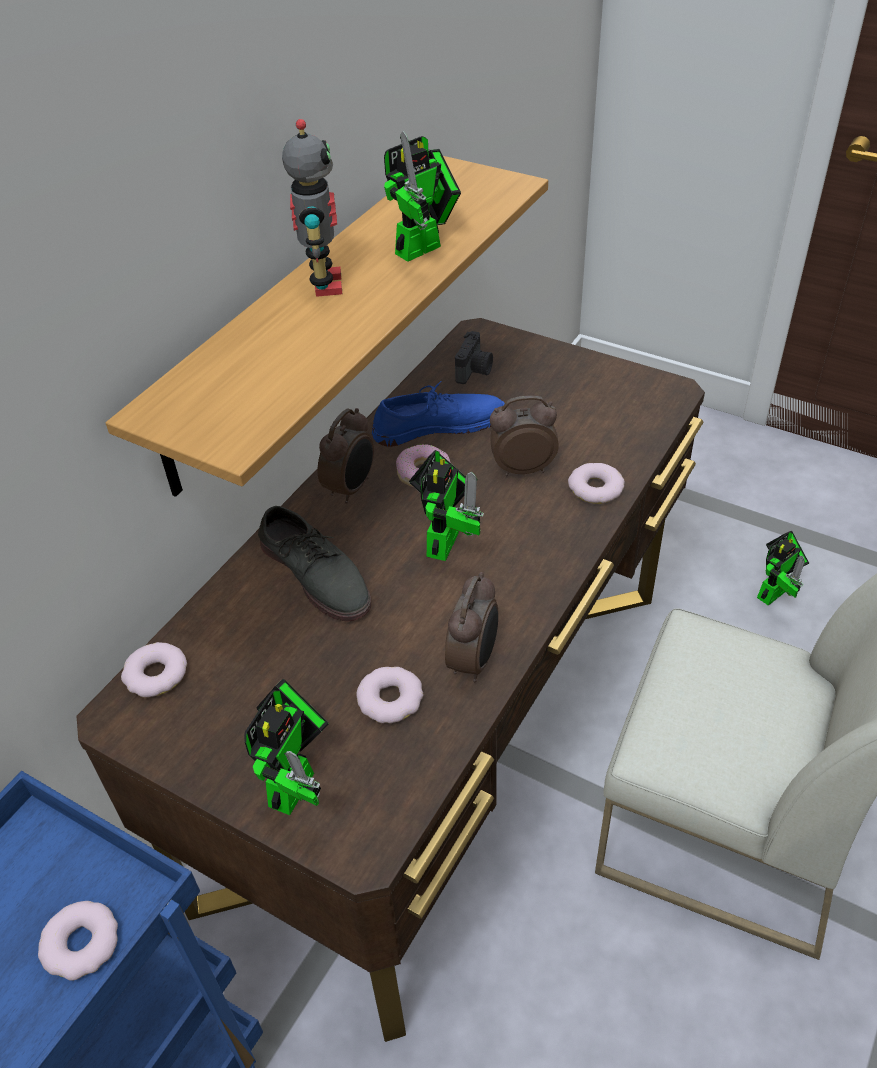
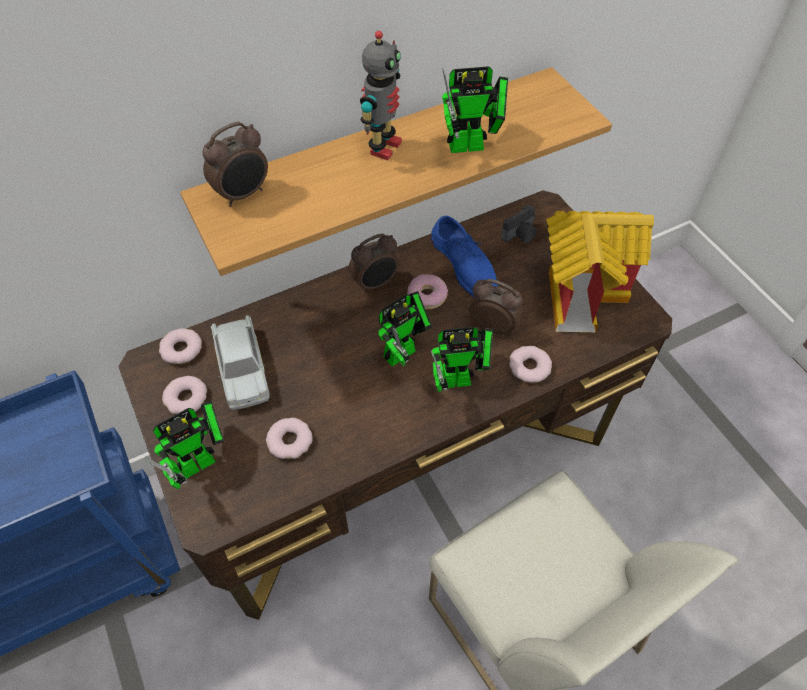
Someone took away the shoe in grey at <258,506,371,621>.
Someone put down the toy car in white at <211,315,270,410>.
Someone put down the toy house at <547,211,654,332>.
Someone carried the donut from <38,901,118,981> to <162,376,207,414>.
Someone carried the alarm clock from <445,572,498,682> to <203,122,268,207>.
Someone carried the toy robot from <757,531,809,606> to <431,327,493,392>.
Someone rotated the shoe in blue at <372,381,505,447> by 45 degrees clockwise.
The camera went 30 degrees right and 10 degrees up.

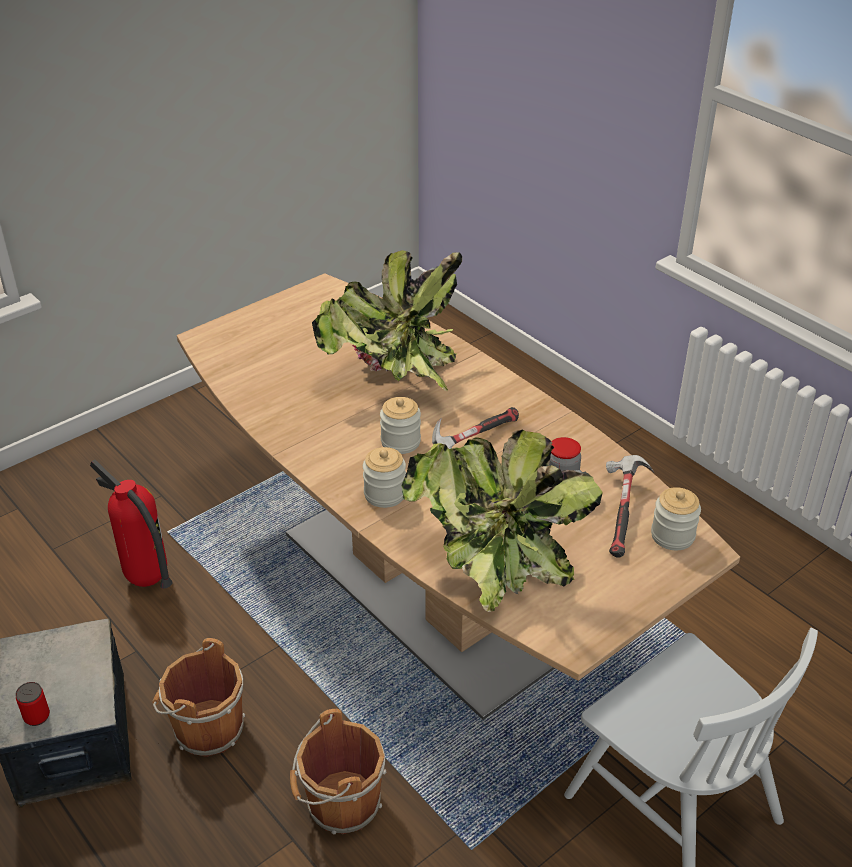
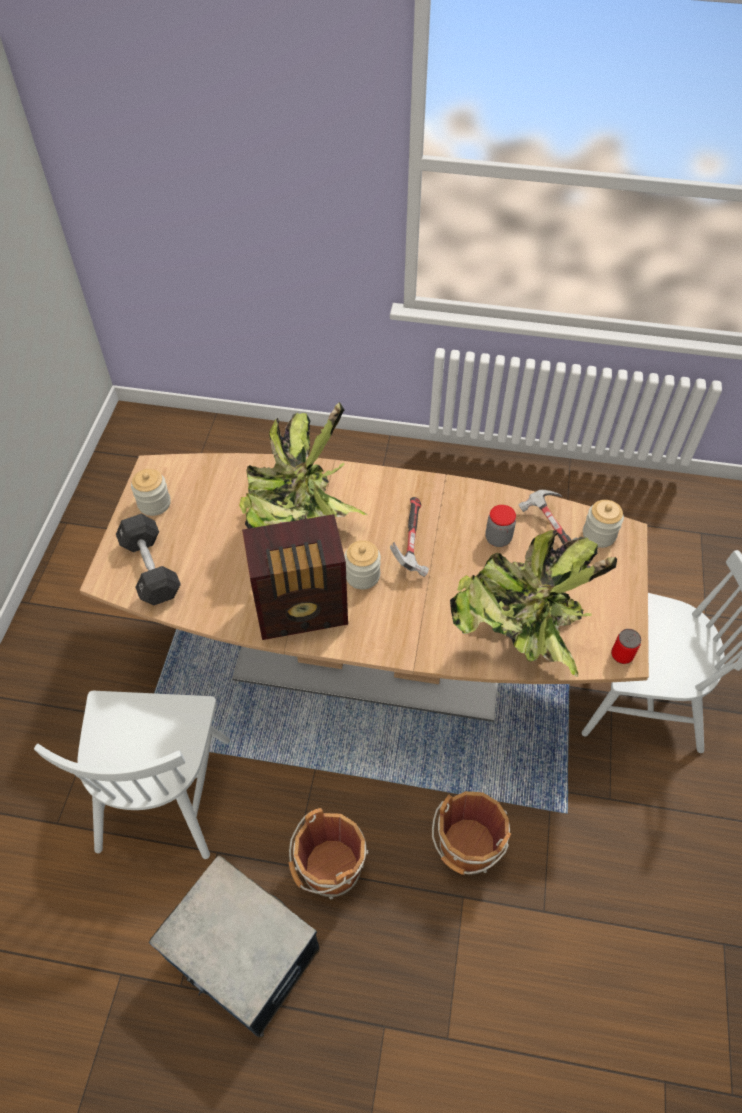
Someone put down the dumbbell in black at <116,513,181,605>.
Someone put down the radio at <242,514,348,640>.
Someone carried the can from <16,682,50,726> to <611,629,641,664>.
Someone carried the jar from <363,447,406,508> to <131,469,171,516>.
Someone swapped the fire extinguisher at <90,460,173,589> for the chair in white at <34,691,230,859>.
The camera went 40 degrees left and 15 degrees up.

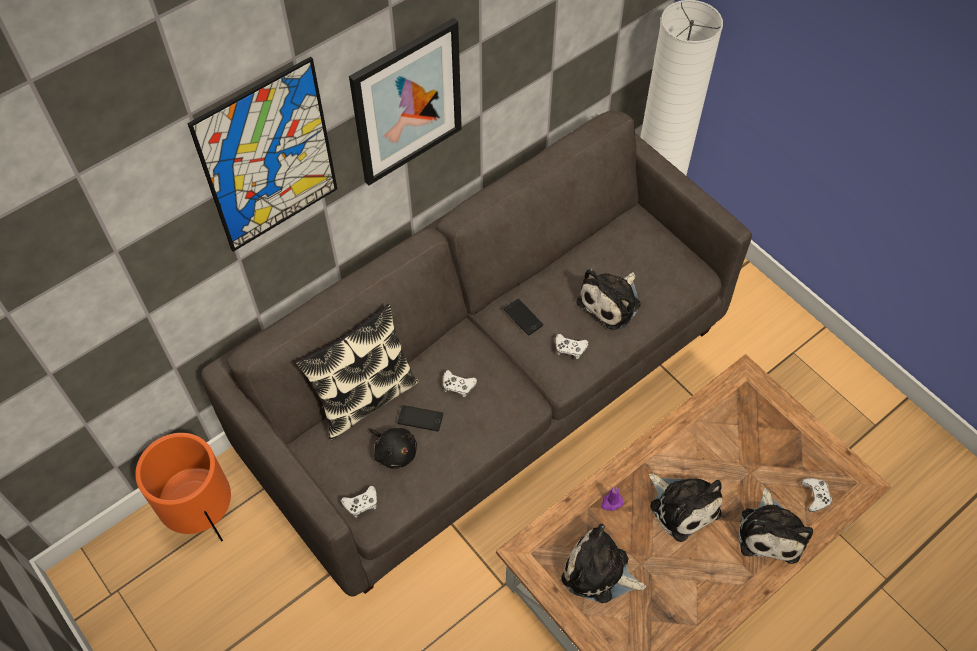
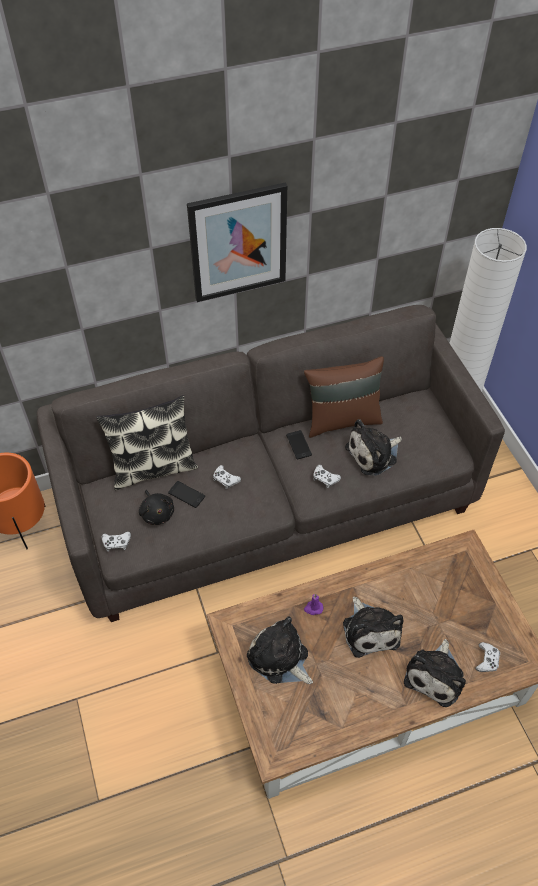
Someone took away the picture at <187,57,337,252>.
Someone put down the pillow in brown at <304,356,384,438>.
The camera went 20 degrees right and 5 degrees down.

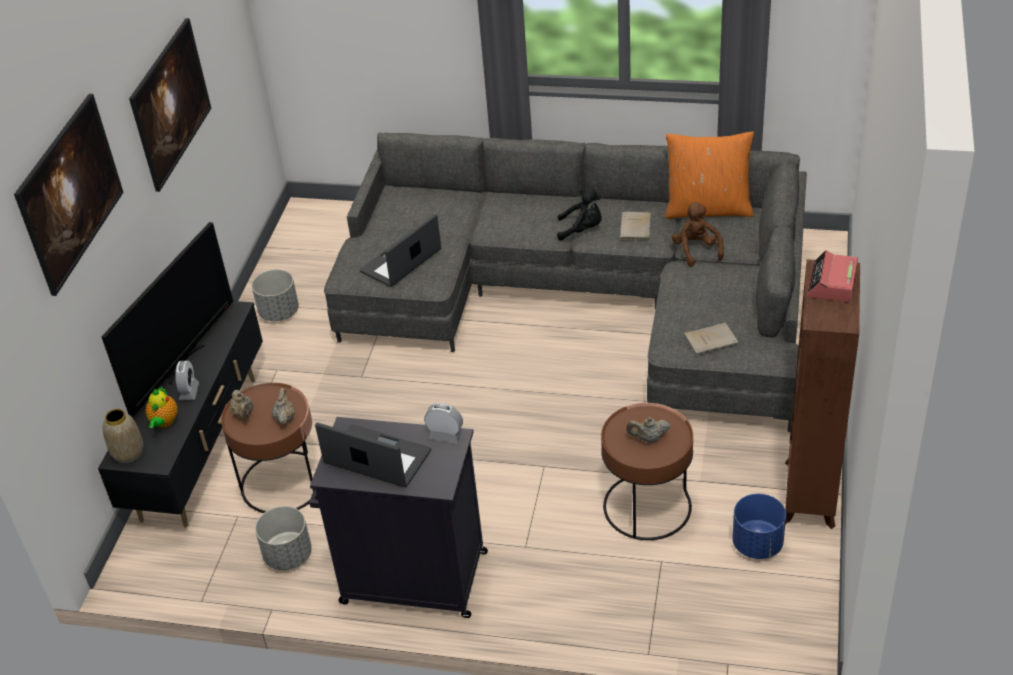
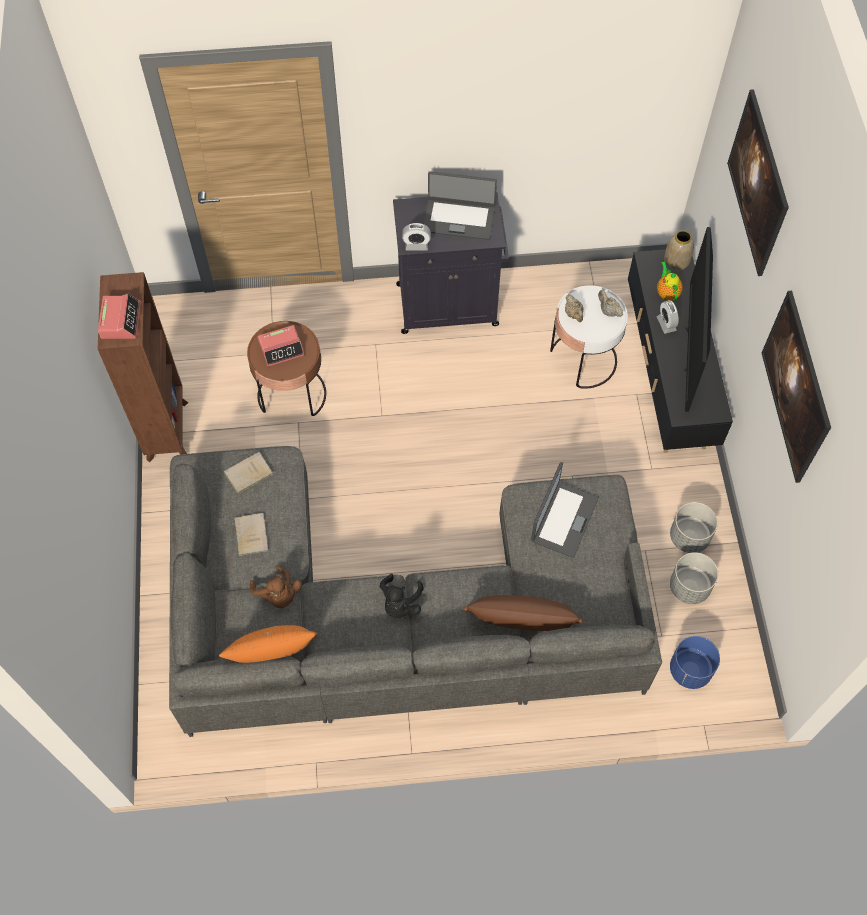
Someone put down the pillow in brown at <463,595,583,631>.
Someone carried the planter in grey from <255,506,312,570> to <670,552,718,604>.
Someone carried the book in beige from <620,212,651,241> to <234,513,269,556>.
Someone carried the planter in blue from <732,494,786,559> to <670,636,720,689>.
Someone swapped the teapot in beige at <627,417,670,443> for the alarm clock at <258,325,304,367>.
Someone repainted the side table in brown at <221,383,314,513>, which became the side table in white at <550,285,628,389>.
Someone rotated the plush toy in black at <557,187,602,240> by 60 degrees counterclockwise.
The camera went 160 degrees right and 20 degrees up.

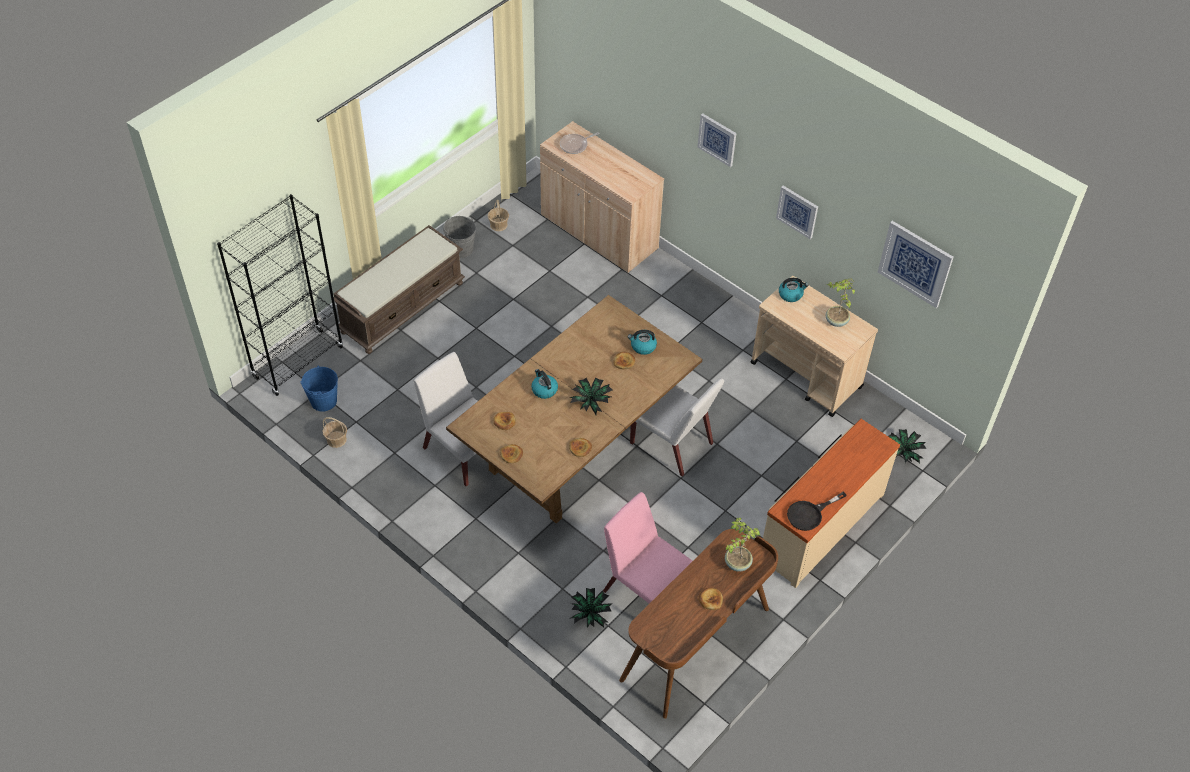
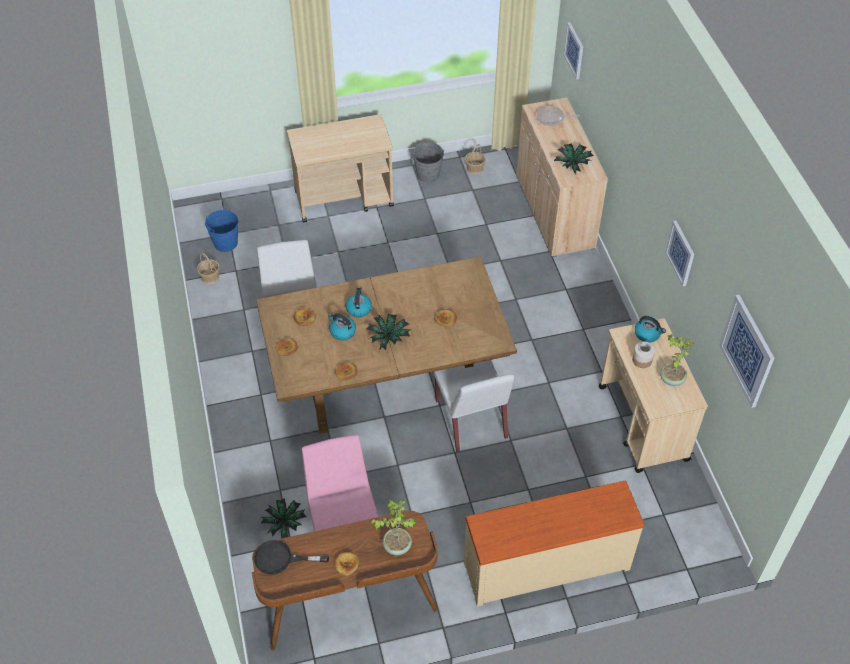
Someone took away the bookcase in black at <217,194,343,396>.
Someone put down the jar at <632,341,655,368>.
Someone carried the kettle from <627,330,657,355> to <328,313,356,340>.
Someone carried the picture from <698,113,736,167> to <563,22,583,80>.
Someone carried the frying pan in black from <787,492,847,531> to <254,540,329,575>.
Someone carried the potted plant from <888,429,926,463> to <554,143,594,174>.
Someone swapped the bench in brown at <334,225,465,354> for the cart in beige at <287,114,394,223>.
The camera went 35 degrees right and 0 degrees up.

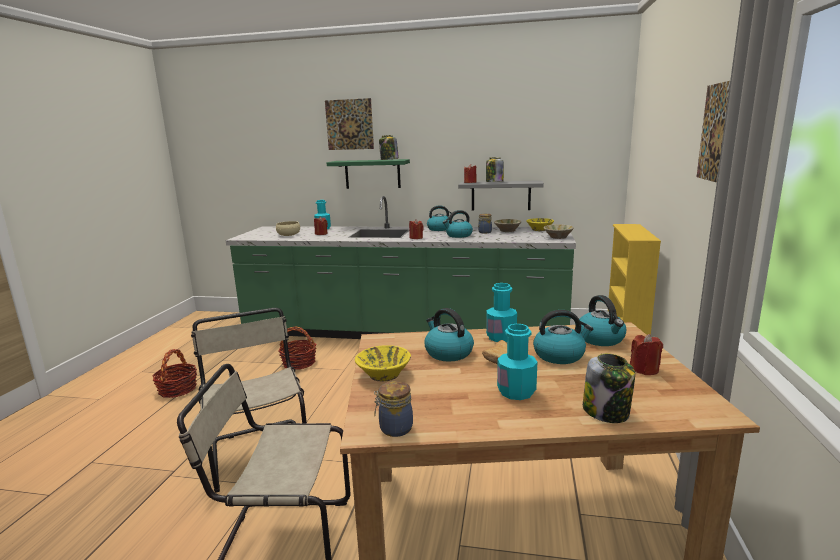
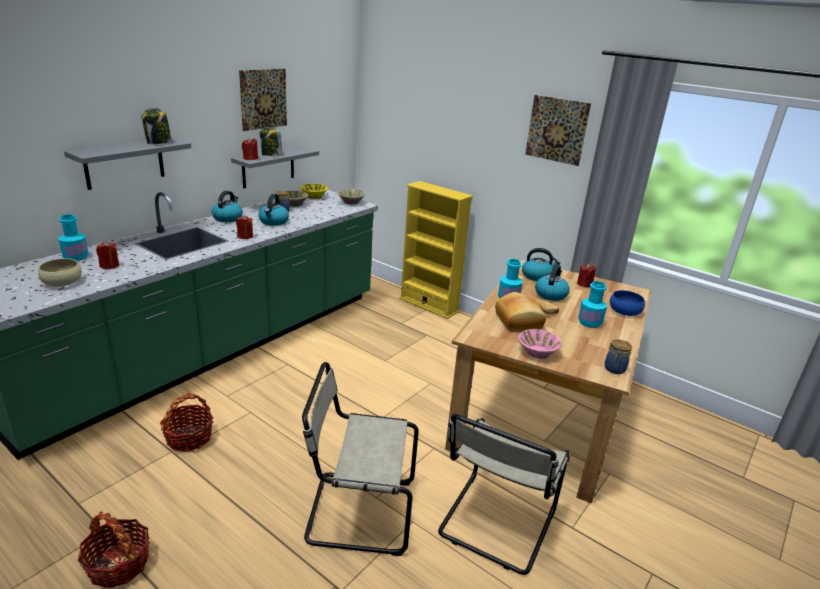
Someone carried the picture from <325,98,374,150> to <239,69,287,131>.
Someone swapped the kettle at <424,308,474,362> for the bread at <495,292,546,333>.
Someone swapped the jar at <583,353,635,423> for the bowl in blue at <610,290,645,316>.
Someone repainted the shelf in green at <327,159,410,189>, which became the shelf in grey at <64,137,191,190>.
Someone repainted the bowl in yellow at <355,345,411,381>, which became the bowl in pink at <518,329,562,359>.
The camera went 65 degrees left and 10 degrees up.

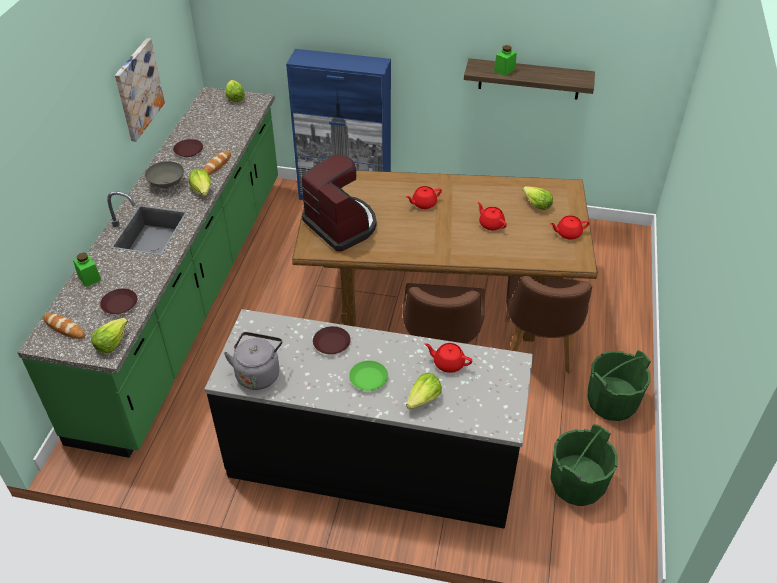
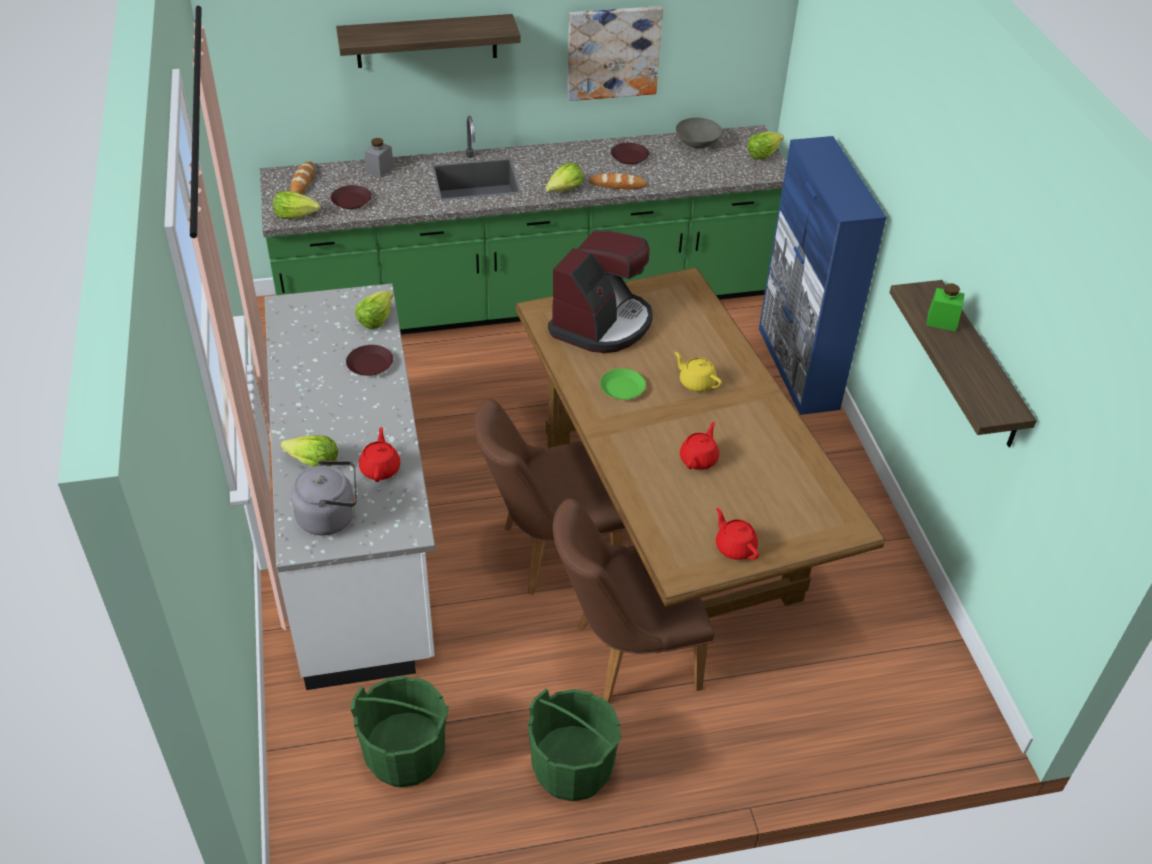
Someone put up the shelf at <336,14,521,68>.
Someone carried the bowl in grey from <145,161,184,188> to <676,118,722,149>.
Someone carried the kettle in grey from <224,332,282,390> to <291,460,357,536>.
Someone carried the plate in green from <349,360,388,391> to <600,368,646,400>.
Someone carried the lettuce from <523,186,553,210> to <355,290,393,329>.
Someone repainted the jar in green at <73,253,101,287>, which became the jar in grey at <365,138,394,178>.
Someone repainted the counter in black at <204,309,533,529>, which became the counter in white at <265,284,435,690>.
Someone repainted the teapot in red at <406,186,442,209>, which became the teapot in yellow at <674,352,722,392>.
The camera went 65 degrees right and 0 degrees up.

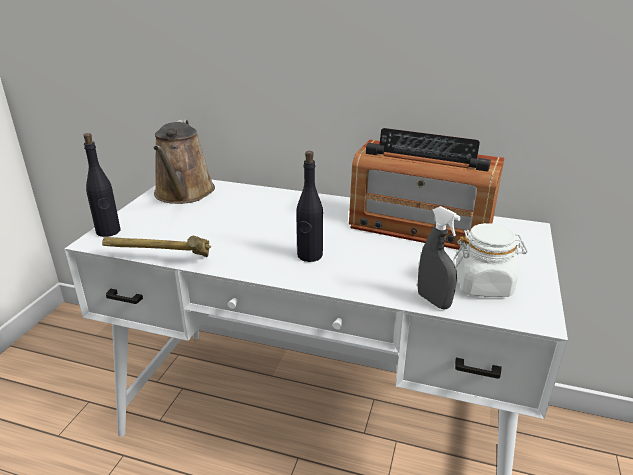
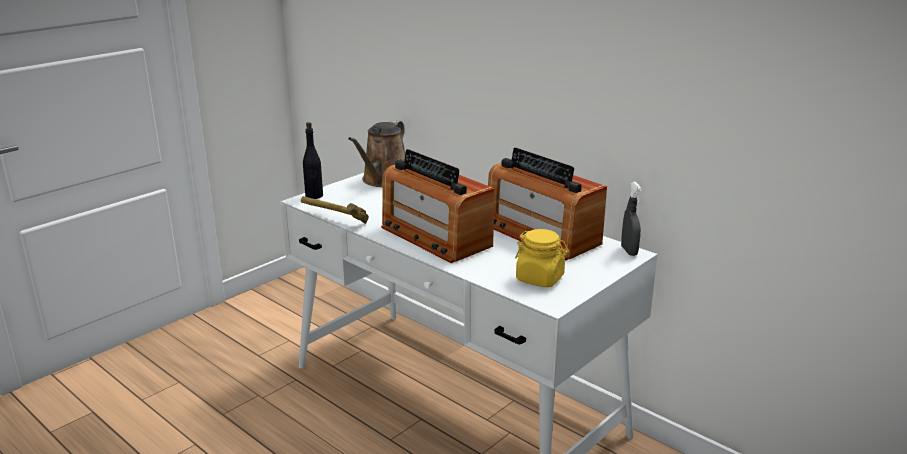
Someone carried the spray bottle in grey from <417,206,461,309> to <621,182,642,256>.
Someone swapped the bottle in black at <296,151,323,262> for the radio at <381,149,494,263>.
Someone repainted the jar in white at <453,223,528,297>, which became the jar in yellow at <515,229,569,287>.
The camera went 25 degrees right and 5 degrees down.

